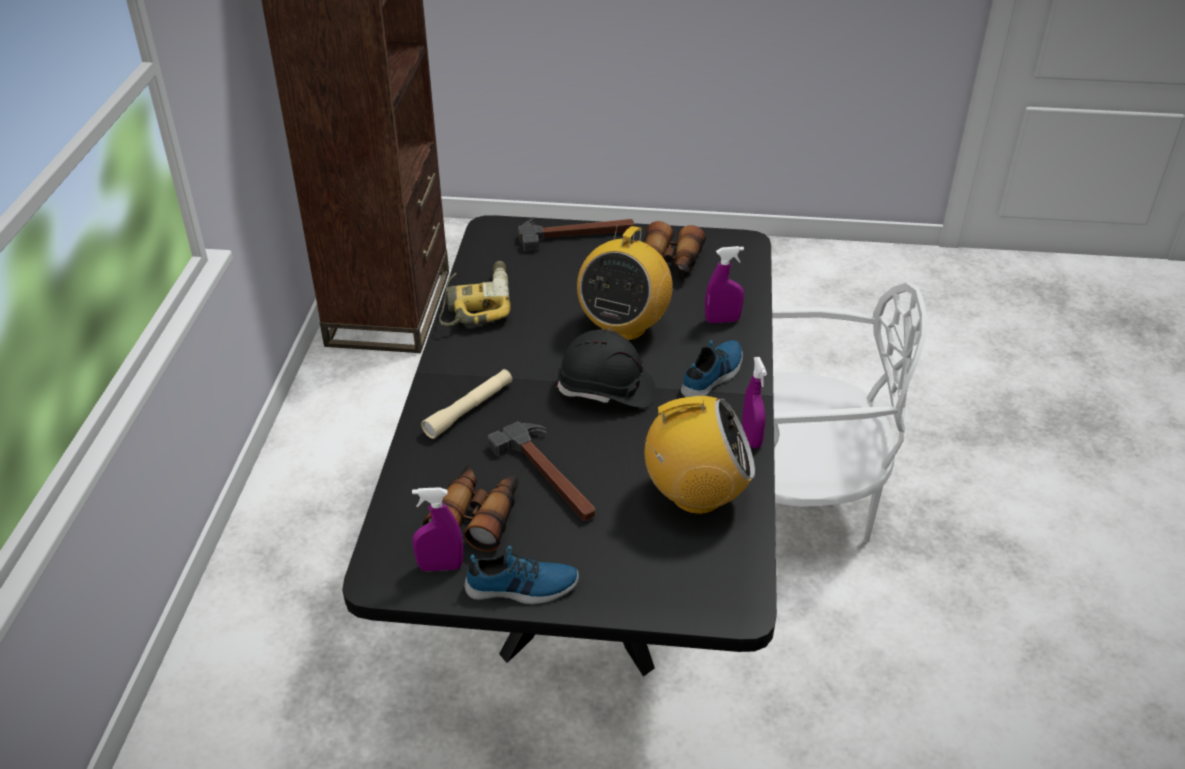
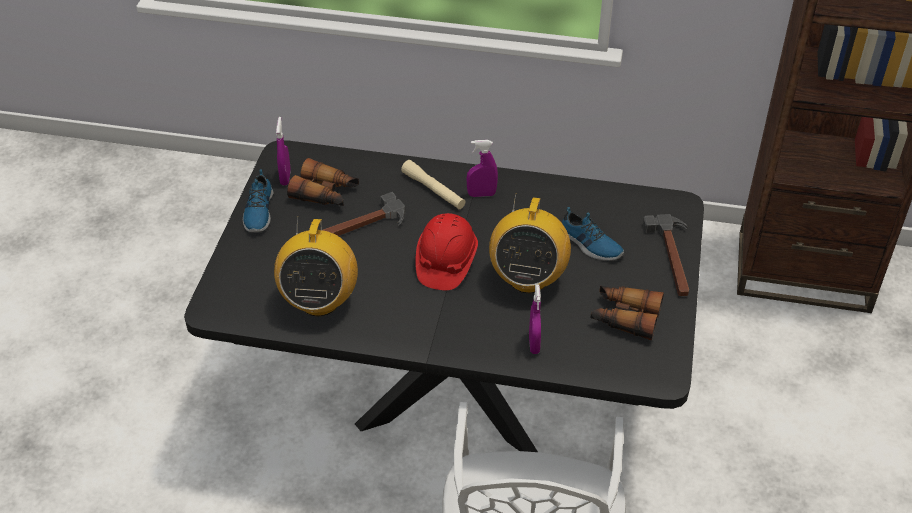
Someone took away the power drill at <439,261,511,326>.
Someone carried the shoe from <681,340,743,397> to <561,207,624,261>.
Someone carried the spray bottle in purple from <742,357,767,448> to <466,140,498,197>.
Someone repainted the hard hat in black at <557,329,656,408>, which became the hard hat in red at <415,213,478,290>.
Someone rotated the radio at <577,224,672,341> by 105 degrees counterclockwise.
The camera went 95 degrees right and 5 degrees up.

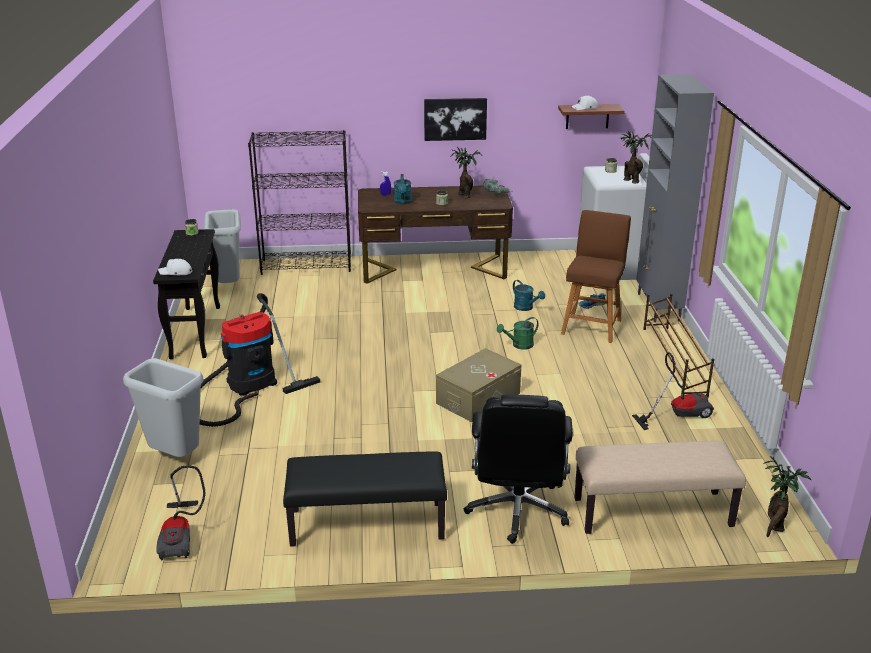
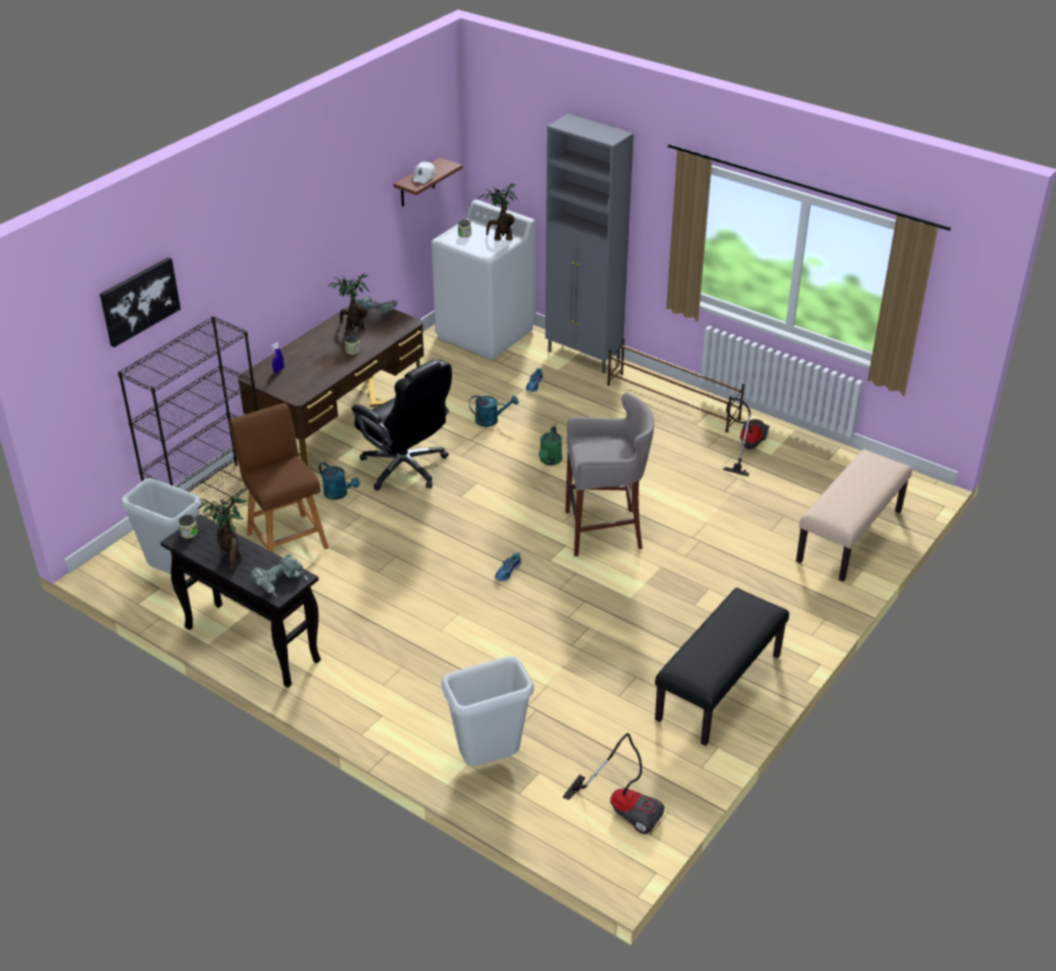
Someone took away the vacuum cleaner at <200,293,320,427>.
Someone put down the shoe at <495,552,522,582>.
Someone carried the watering can in turquoise from <394,174,412,205> to <319,462,360,500>.
Someone carried the picture from <424,98,487,141> to <100,257,181,347>.
Someone carried the office chair in black from <463,394,573,544> to <352,359,452,491>.
Someone carried the stool in brown from <561,210,631,343> to <229,403,329,553>.
Someone carried the potted plant from <763,456,812,537> to <197,496,247,573>.
Someone swapped the cap in white at <158,259,193,275> for the power drill at <250,554,308,596>.
Someone swapped the storage box in beige at <436,348,521,422> for the stool in grey at <566,393,654,556>.
The camera went 50 degrees left and 10 degrees up.

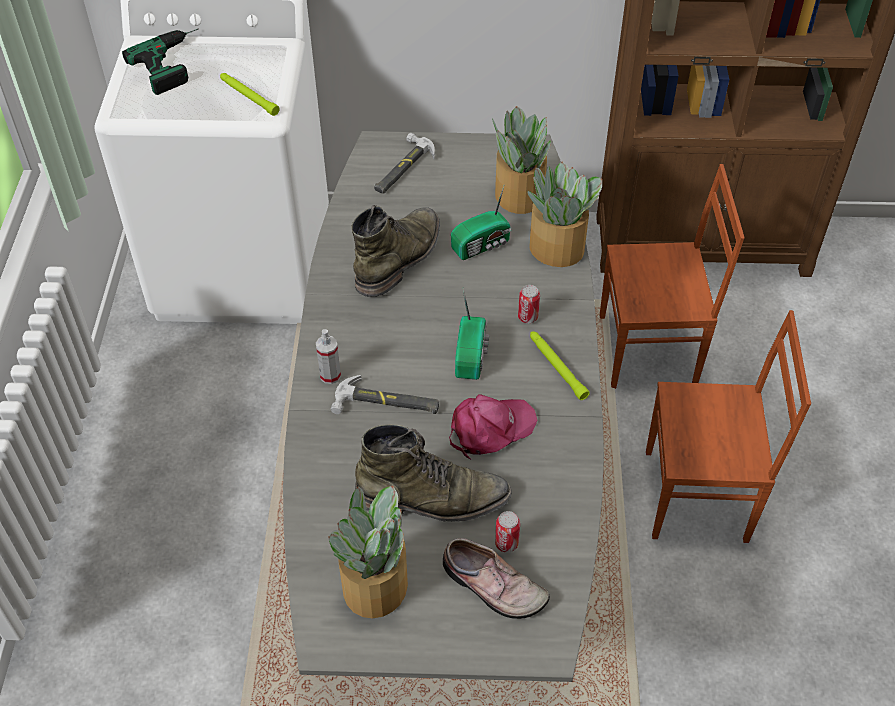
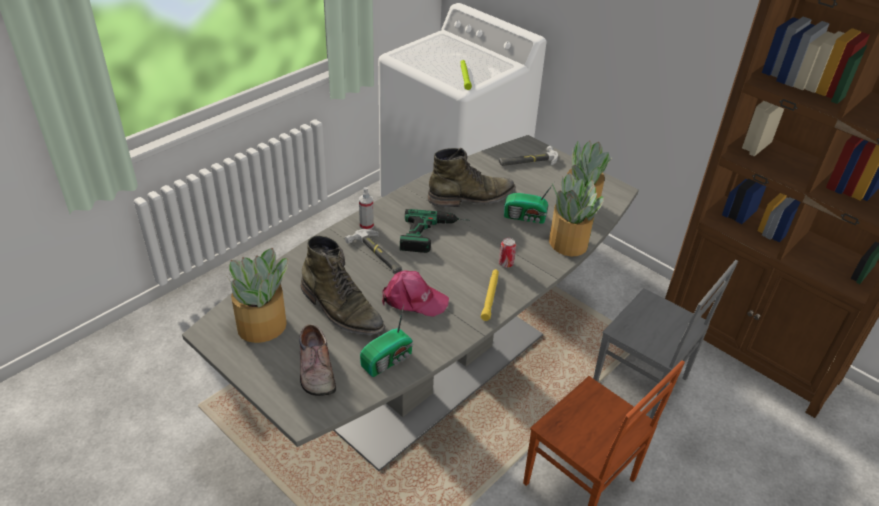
Someone took away the can at <495,511,520,553>.
Someone carried the power drill from <122,28,199,95> to <400,209,471,253>.
Someone carried the radio from <455,289,489,380> to <360,305,413,377>.
Someone repainted the flashlight in green at <530,331,590,400>, which became the flashlight in yellow at <481,269,499,321>.
Someone repainted the chair in brown at <600,164,745,389>, which became the chair in grey at <593,260,738,419>.
The camera went 40 degrees right and 10 degrees down.

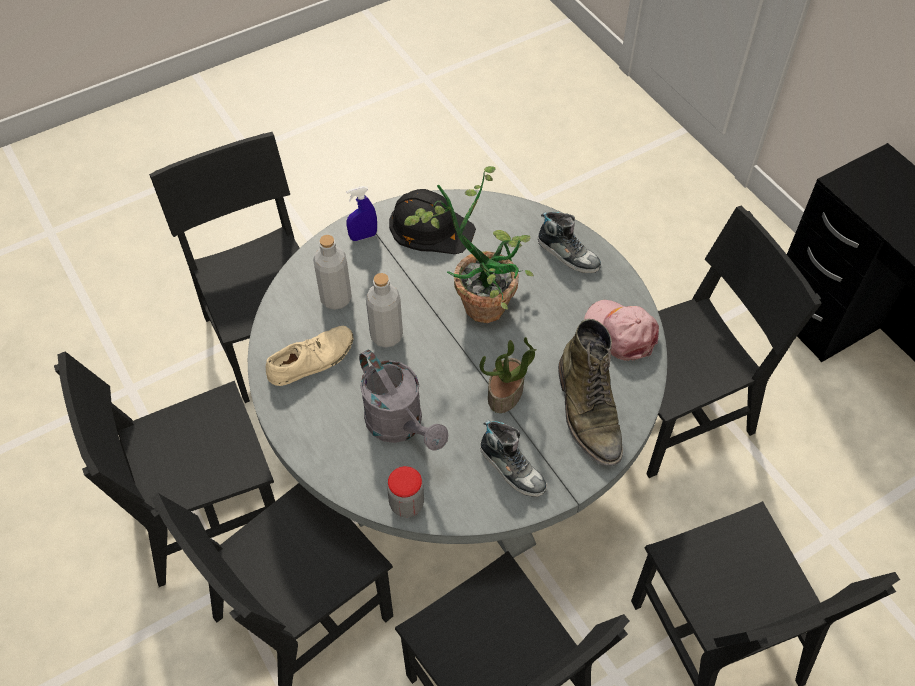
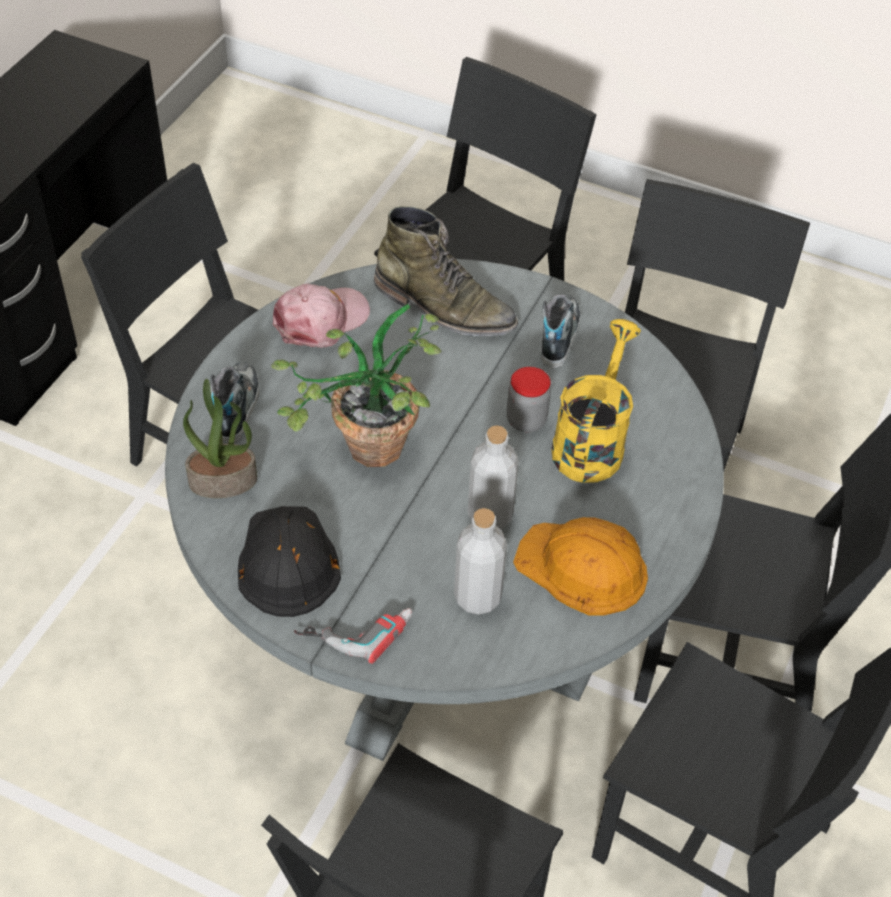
Someone carried the jar from <387,466,424,517> to <507,367,551,432>.
Someone carried the potted plant from <480,337,537,413> to <183,379,257,498>.
Someone swapped the shoe in beige at <266,326,354,386> for the hard hat in orange at <513,517,648,616>.
Someone swapped the spray bottle in blue at <346,186,377,241> for the power drill at <294,608,412,664>.
Someone repainted the watering can in grey at <359,349,448,450>, which became the watering can in yellow at <551,319,641,483>.
Someone rotated the boot in green at <558,319,623,466> by 75 degrees clockwise.
Someone rotated the cap in pink at <584,300,659,361> by 150 degrees counterclockwise.
The camera went 125 degrees left and 5 degrees down.

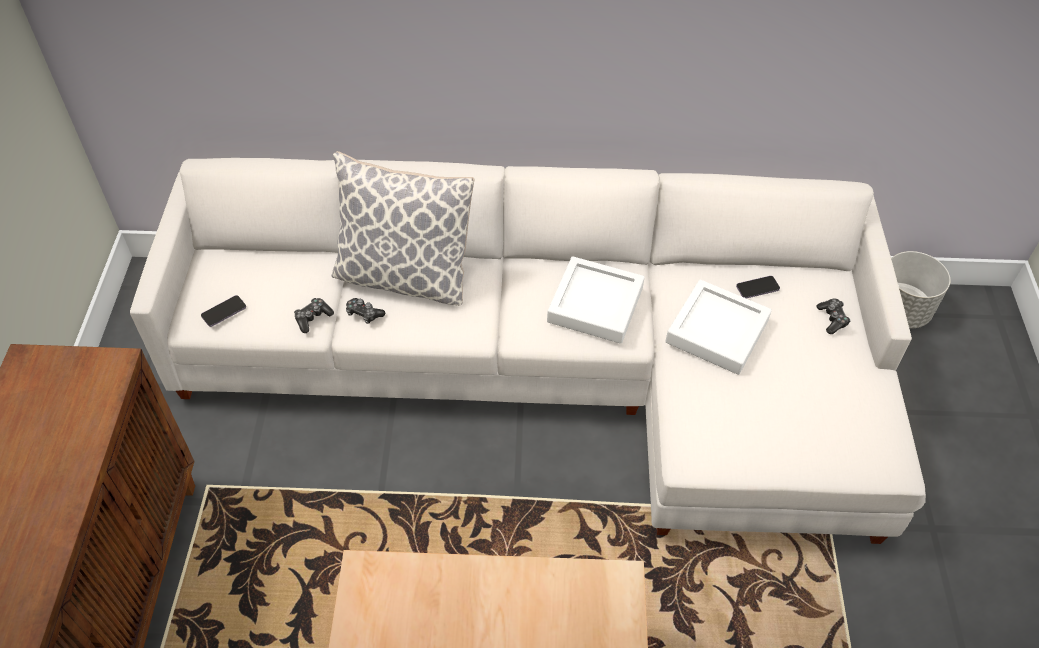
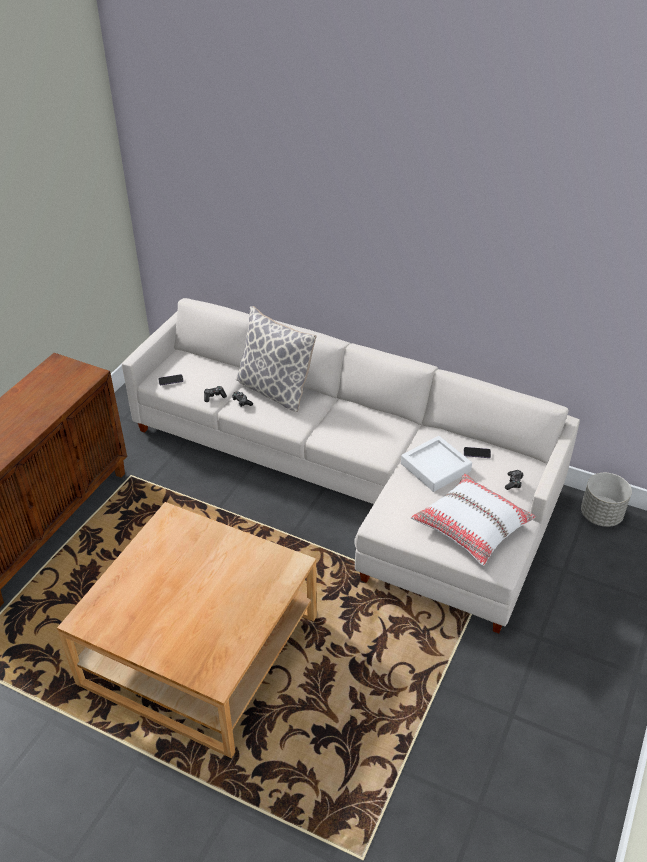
Someone took away the tray in white at <547,256,645,344>.
Someone put down the pillow in white at <410,473,535,566>.
The camera went 25 degrees right and 10 degrees down.

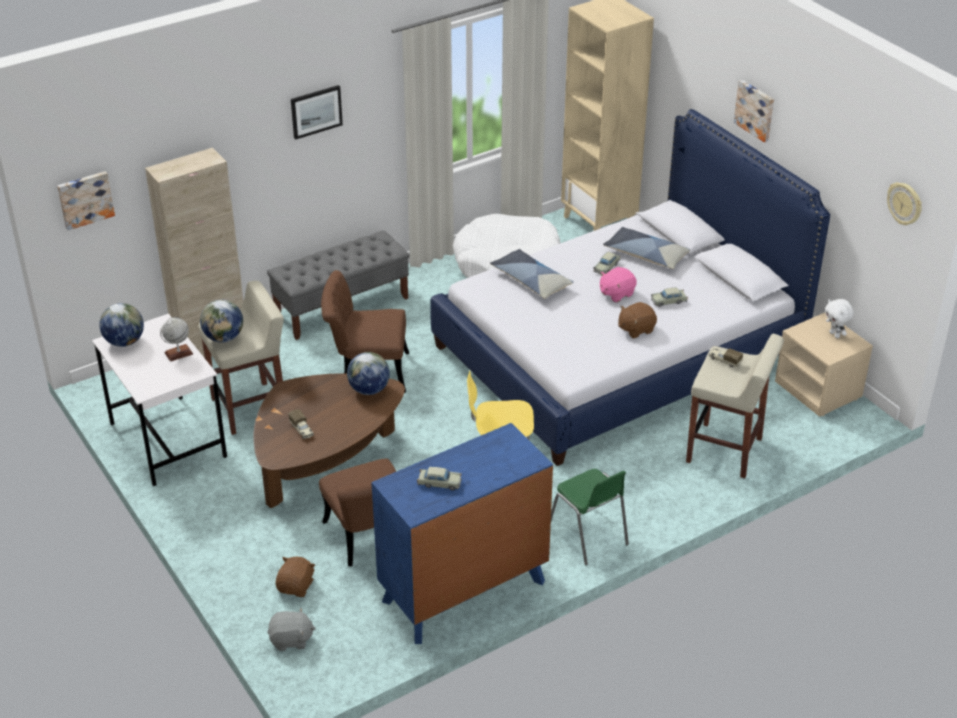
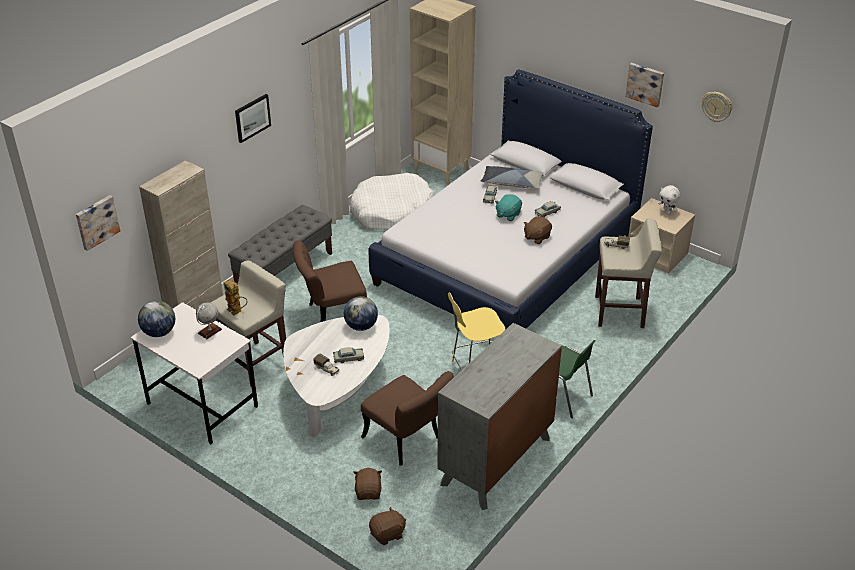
Someone took away the pillow at <490,249,574,299>.
Someone carried the toy car in beige from <417,467,462,490> to <333,347,364,363>.
Someone carried the picture from <734,80,774,142> to <625,63,664,107>.
Someone swapped the globe at <200,300,243,343> for the toy robot at <224,279,248,315>.
Someone repainted the coffee table in brown at <253,374,405,508>, which became the coffee table in white at <283,315,390,437>.
Someone repainted the plush toy in grey at <267,607,316,651>, which became the plush toy in brown at <369,506,406,545>.
Someone repainted the dresser in blue at <371,423,553,644>, which became the dresser in grey at <437,323,562,510>.
Someone repainted the plush toy in pink at <600,267,637,302>, which became the plush toy in turquoise at <495,194,522,221>.
The camera went 20 degrees left and 0 degrees up.

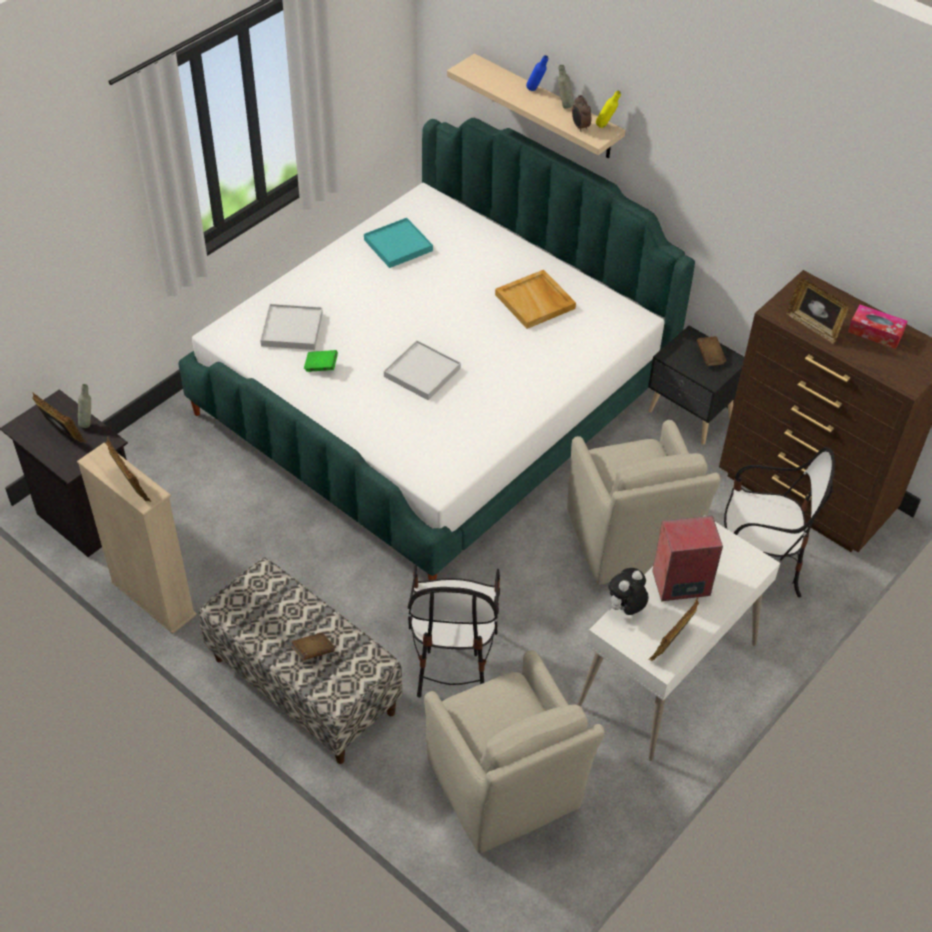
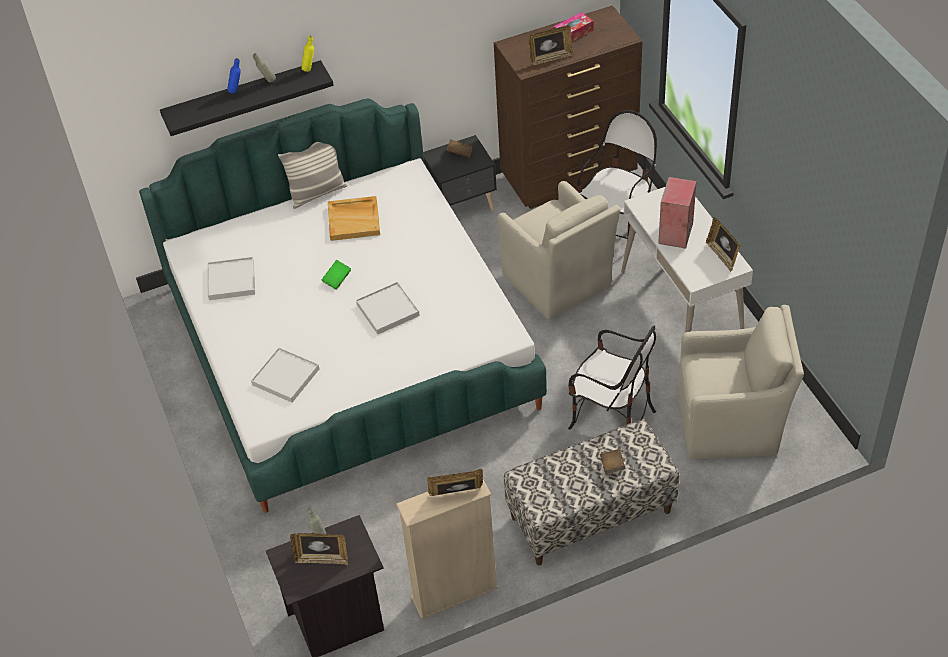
Someone took away the alarm clock at <572,95,591,132>.
Someone took away the plush toy at <608,568,649,615>.
Someone put down the pillow at <278,142,347,209>.
Someone carried the book in green from <304,350,338,372> to <321,260,351,290>.
Someone repainted the tray in turquoise at <364,218,433,268>, which became the tray in white at <207,257,255,300>.
Someone repainted the shelf in beige at <447,54,626,159>, which became the shelf in black at <160,60,334,136>.
Someone rotated the picture frame at <32,393,86,443> by 150 degrees counterclockwise.
Someone rotated the armchair in beige at <567,420,720,585> by 45 degrees clockwise.
The camera went 60 degrees left and 0 degrees up.

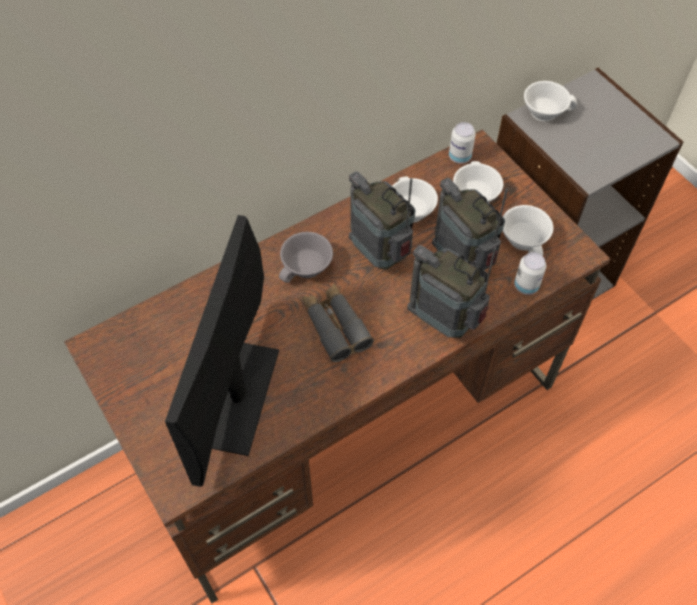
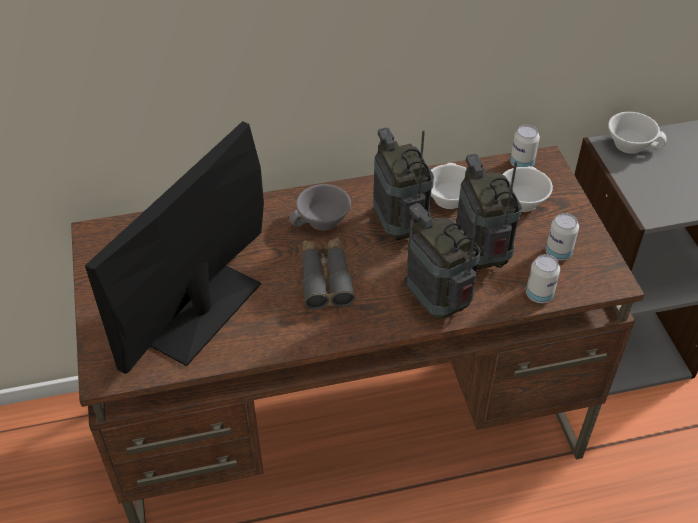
Someone swapped the cup in white at <503,205,553,256> for the can at <546,213,579,261>.
The camera went 20 degrees right and 10 degrees down.

